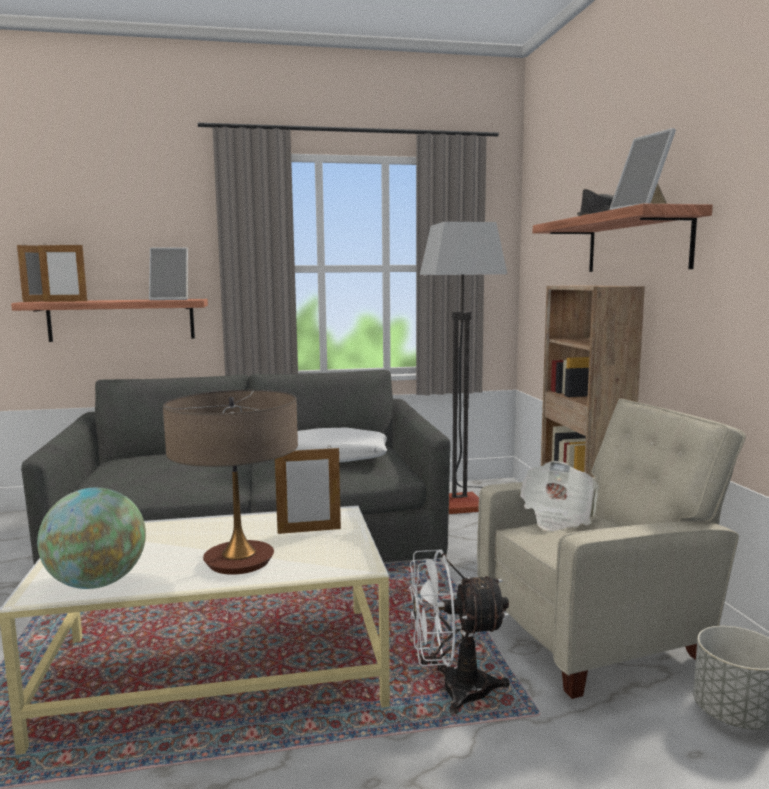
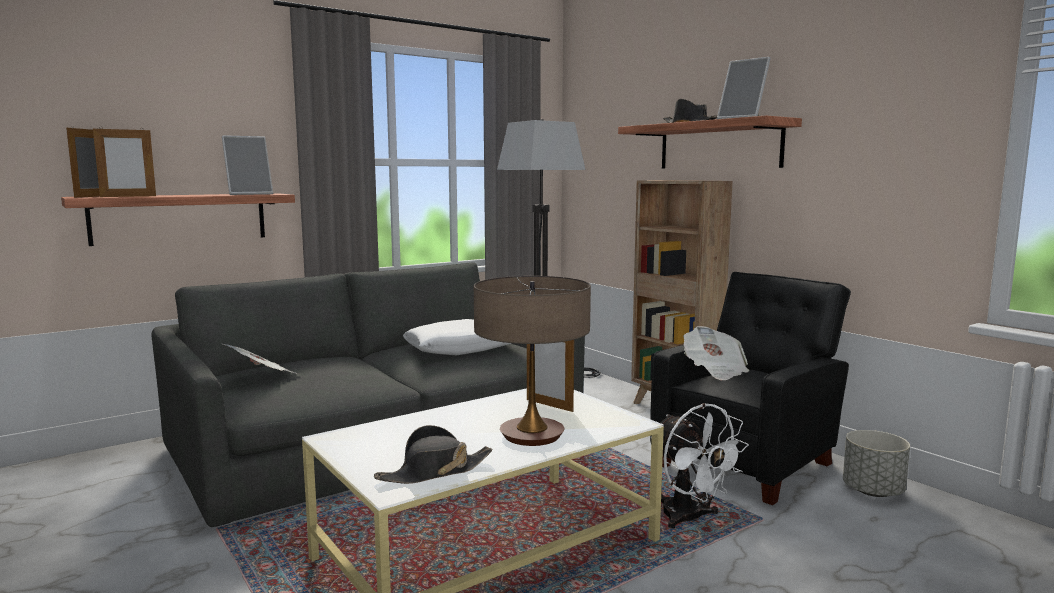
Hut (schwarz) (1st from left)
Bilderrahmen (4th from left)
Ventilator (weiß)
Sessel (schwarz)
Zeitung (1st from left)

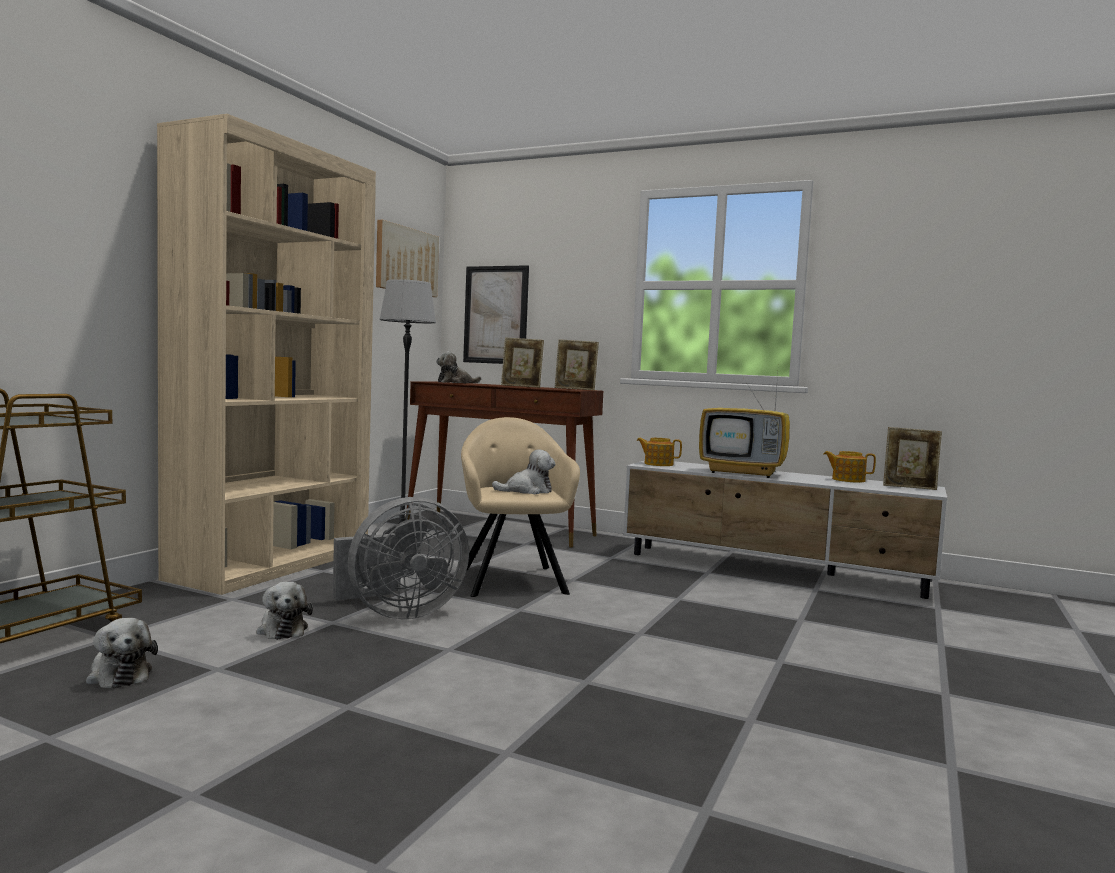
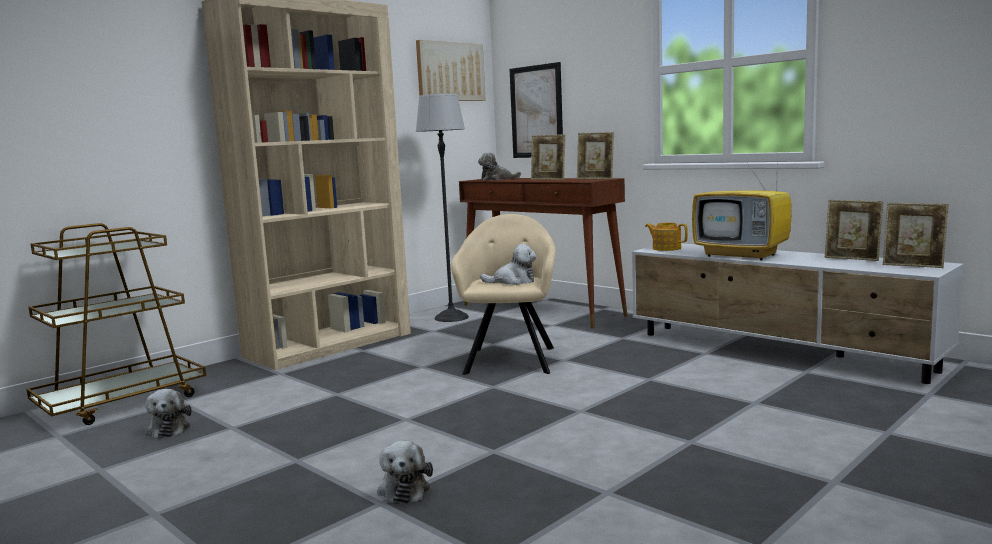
Plüschtier (2nd from left)
Ventilator (grau)
Bilderrahmen (3rd from left)

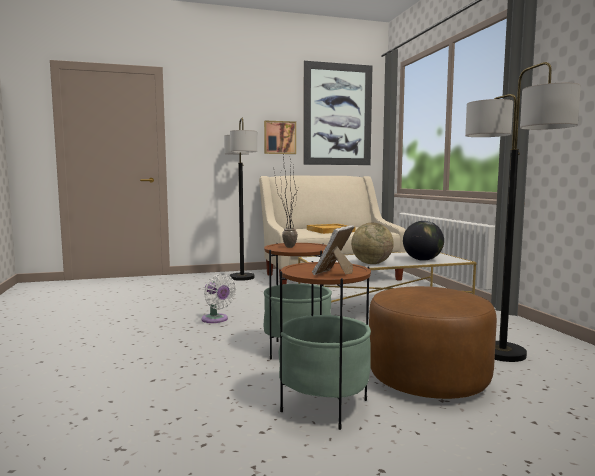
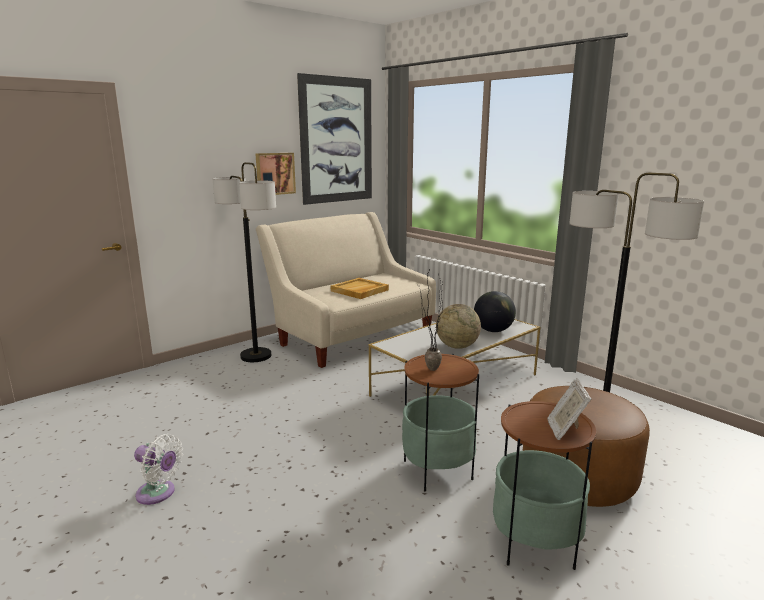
Ventilator (weiß)

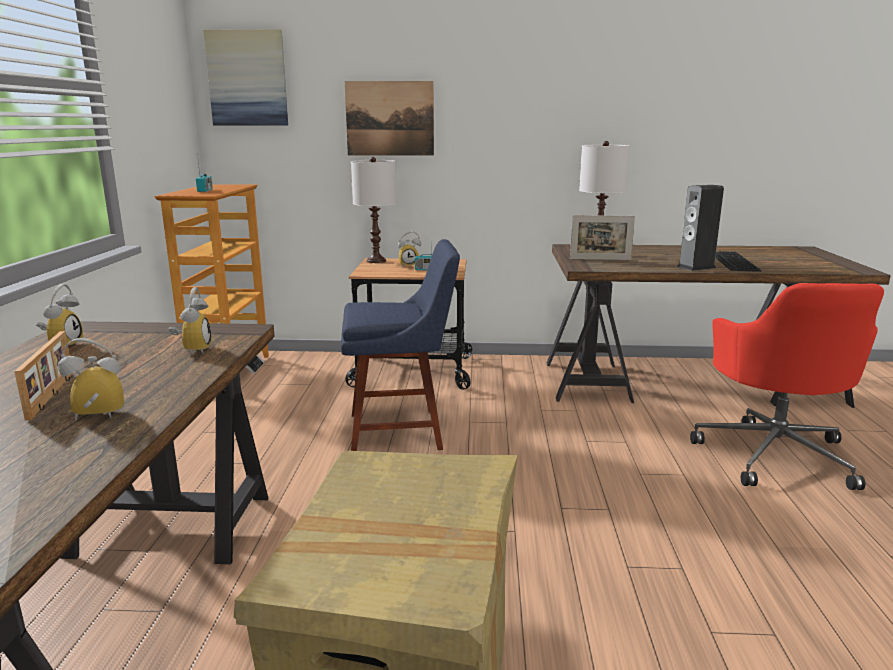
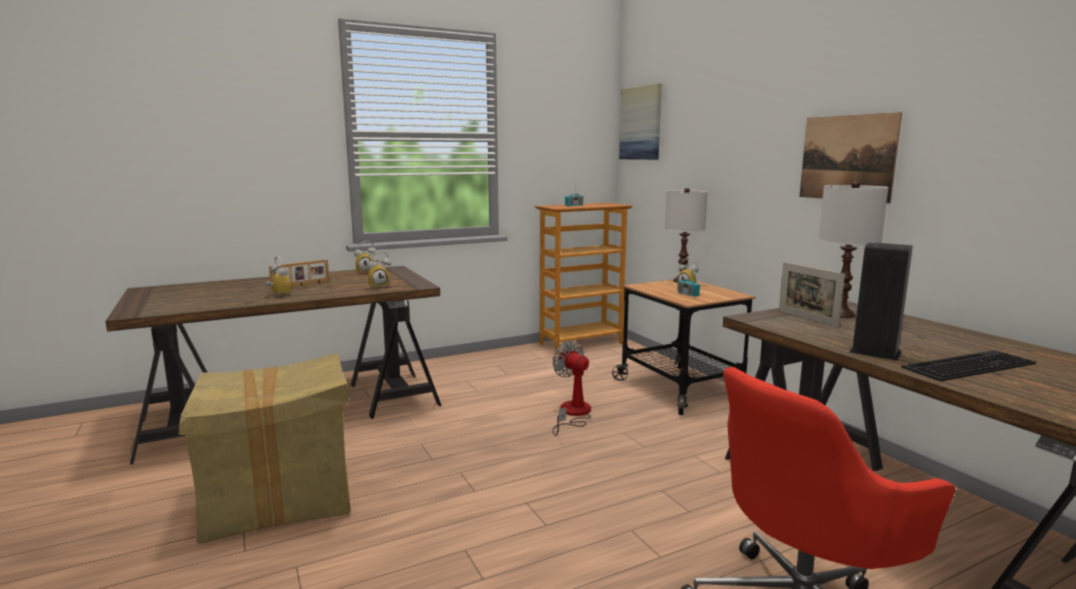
Ventilator
Bild (2nd from left)

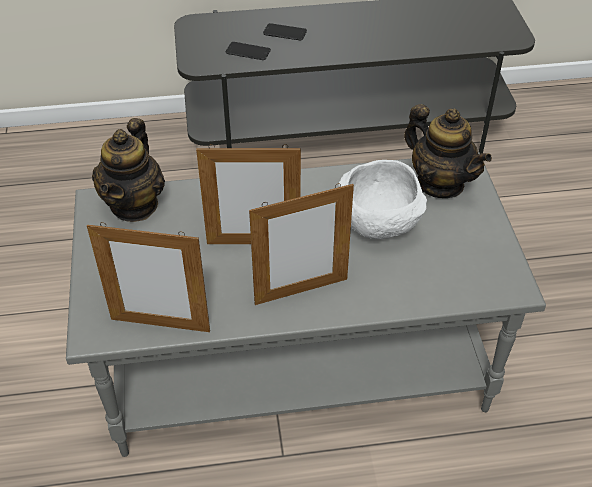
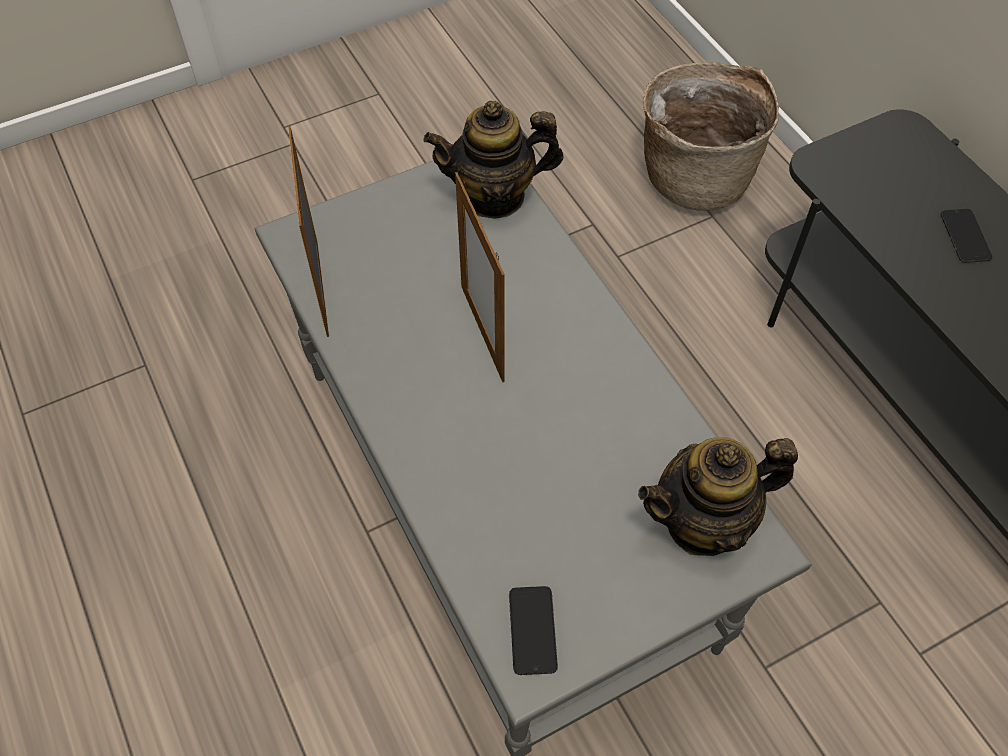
Handy (1st from left)
Bilderrahmen (3rd from left in the first image)
Schüssel (weiß)
Teekanne (2nd from left)
Korb

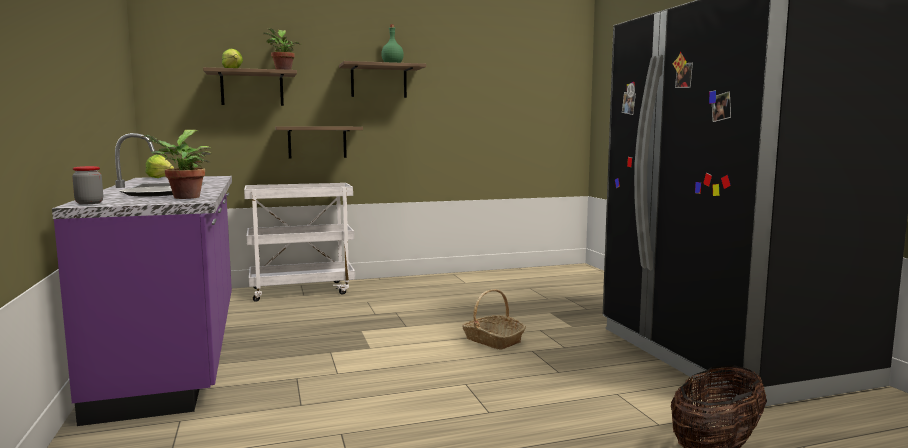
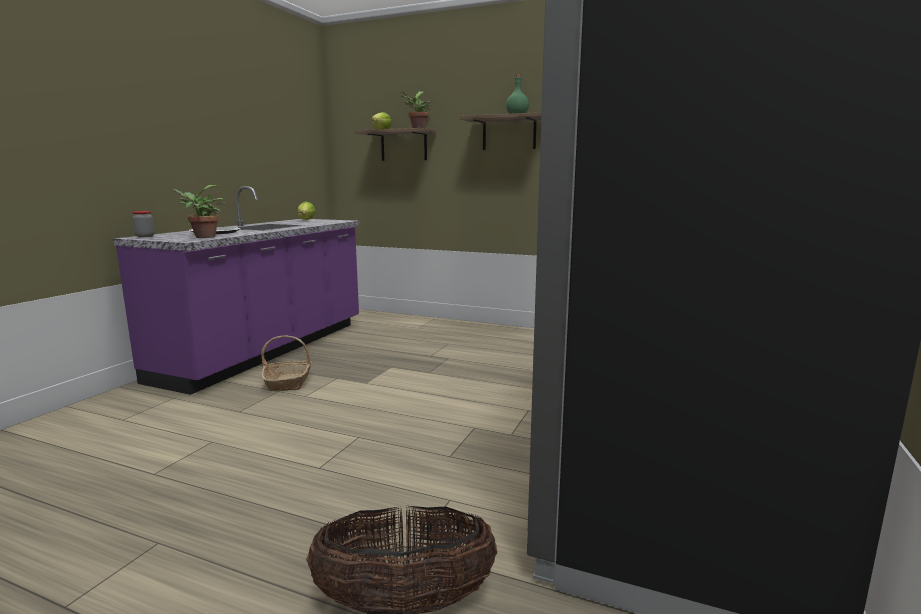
Rollwagen (weiß)
Wandregal (2nd from left in the first image)
Korb (1st from left)

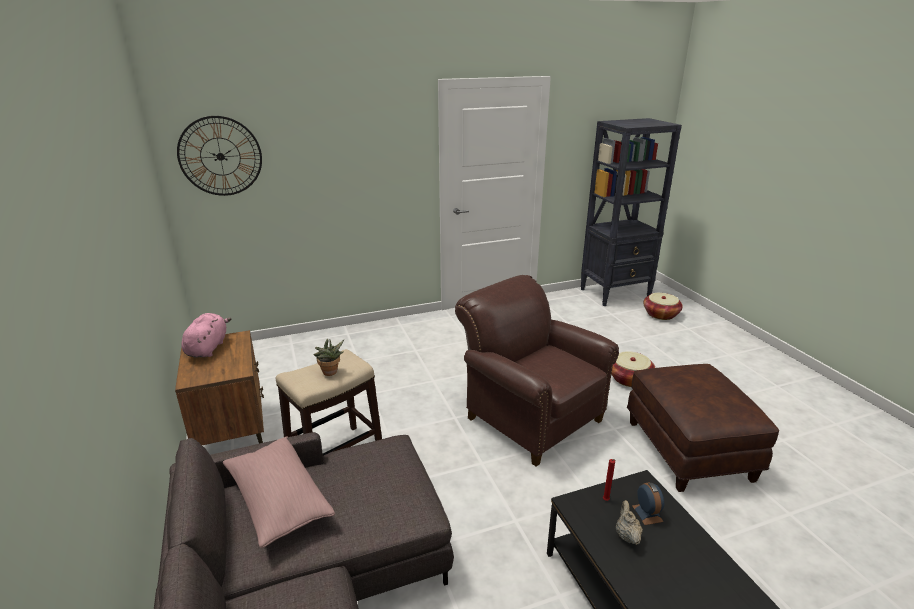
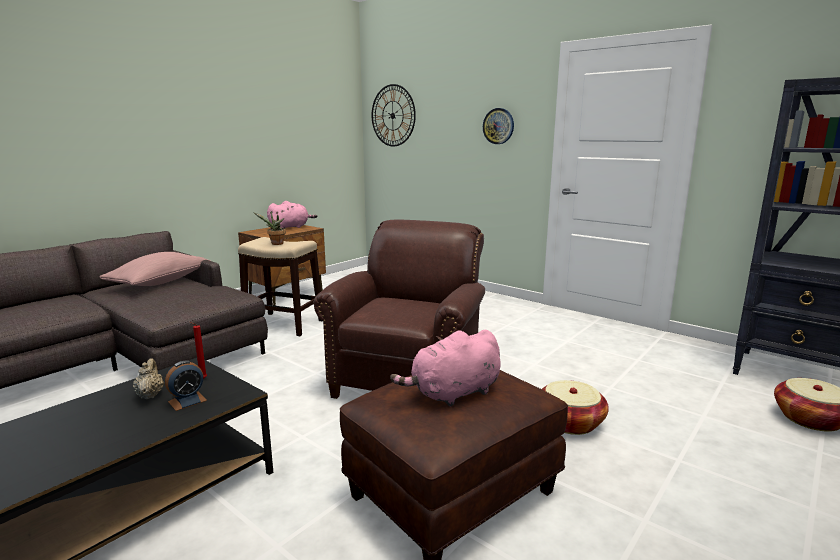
Teekanne (beige)
Plüschtier (rosa) (2nd from left)
Wanduhr (2nd from left)

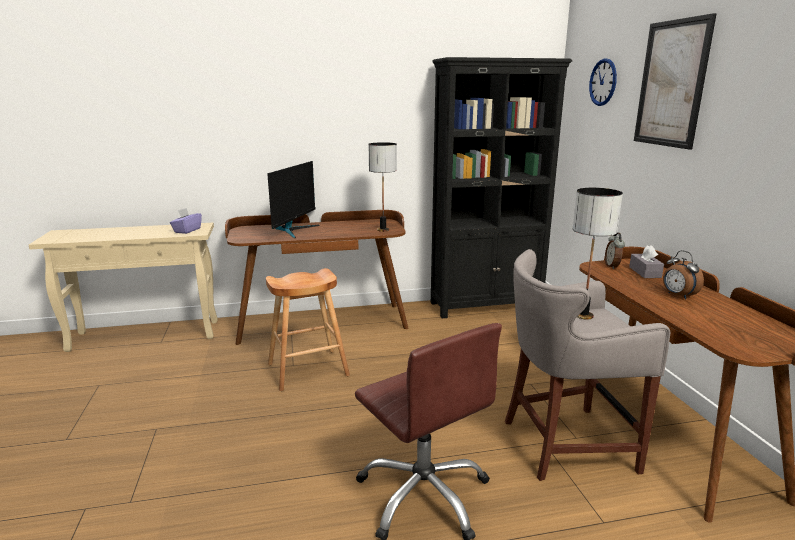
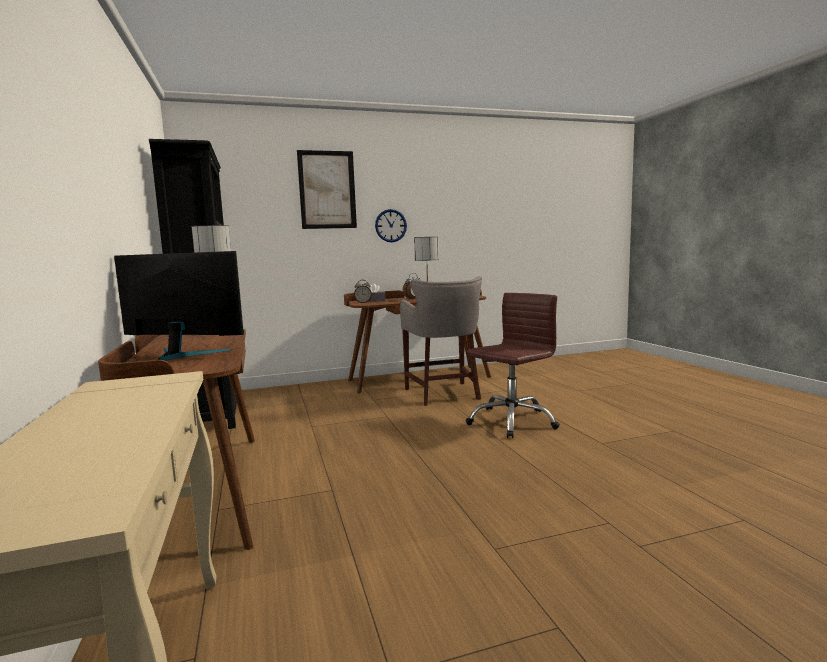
Taschentuchbox (lila)
Hocker (braun)
Wanduhr

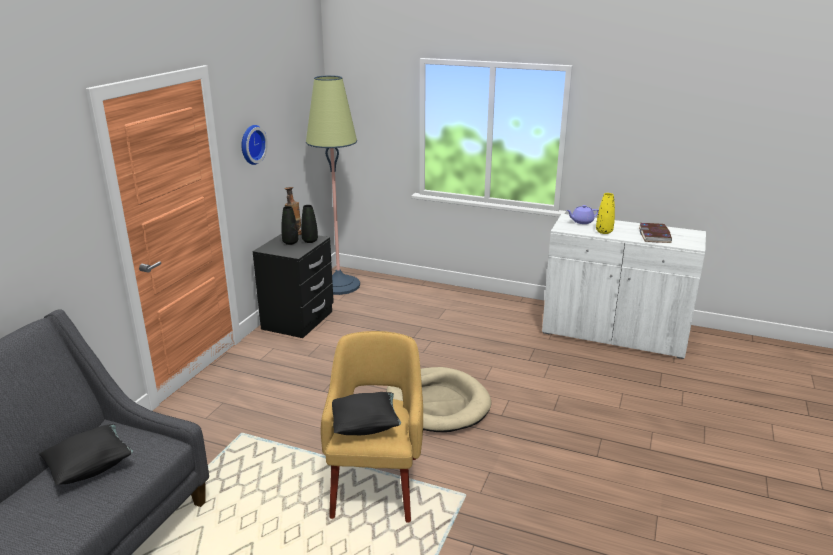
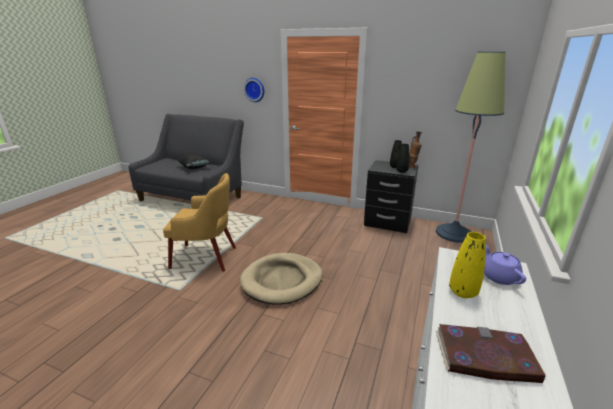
Wanduhr
Kissen (schwarz) (2nd from left in the first image)

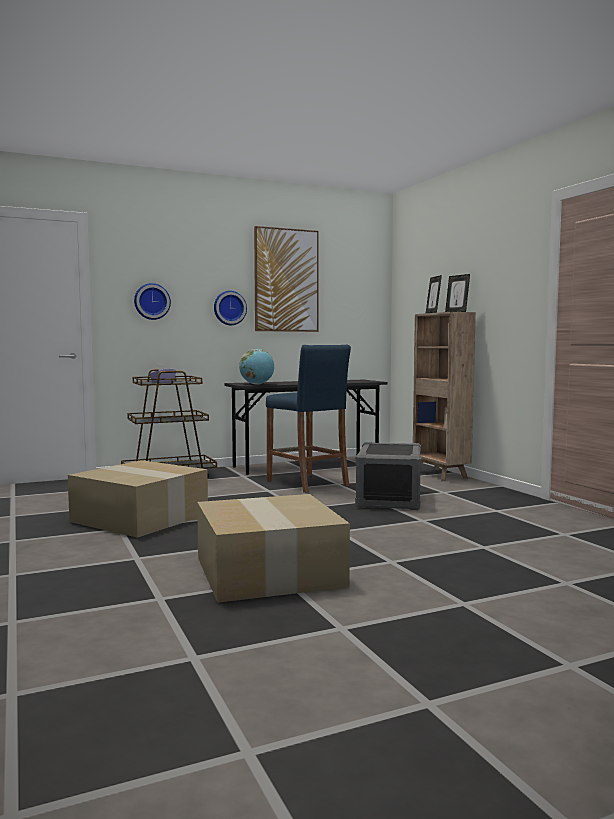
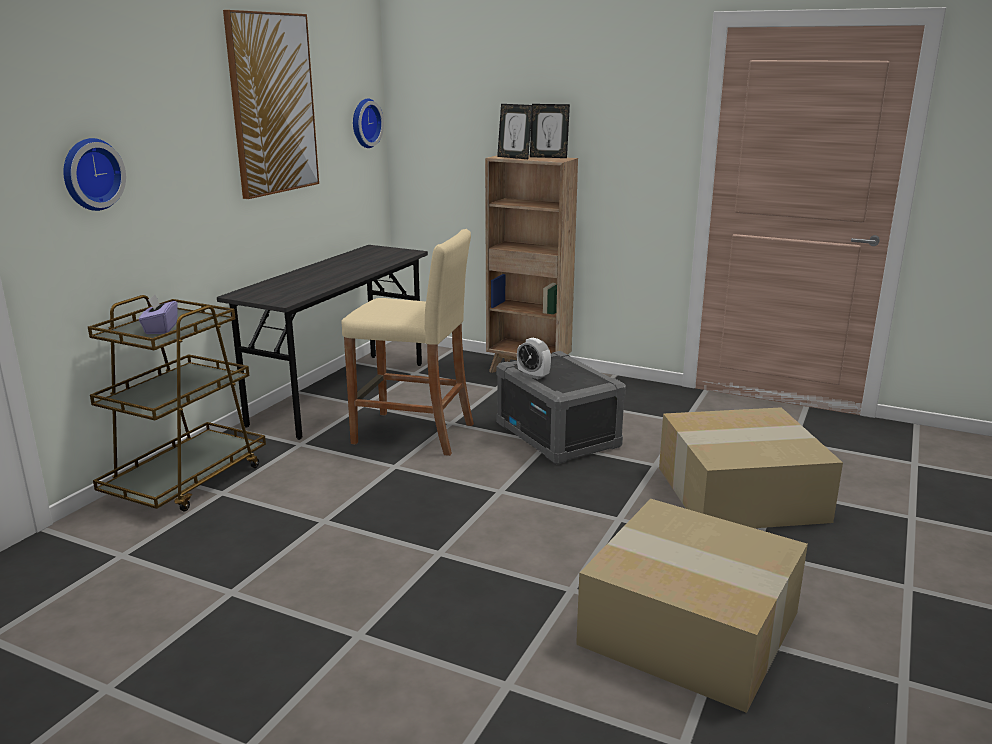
Karton (2nd from left)
Wanduhr (2nd from left)
Globus
Hocker (beige)
Wecker

